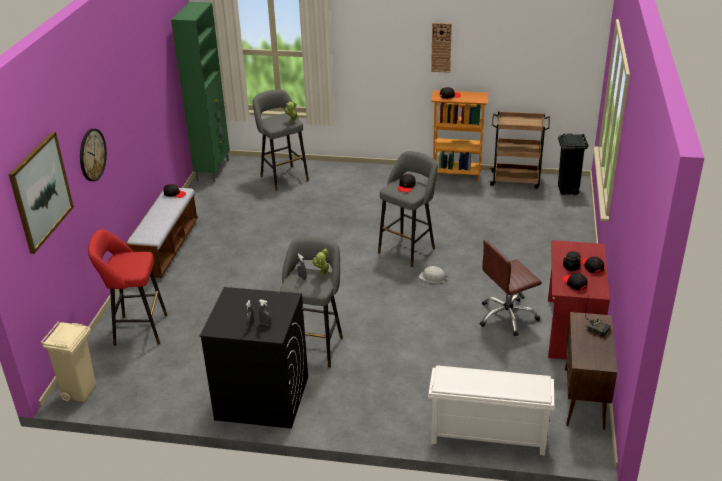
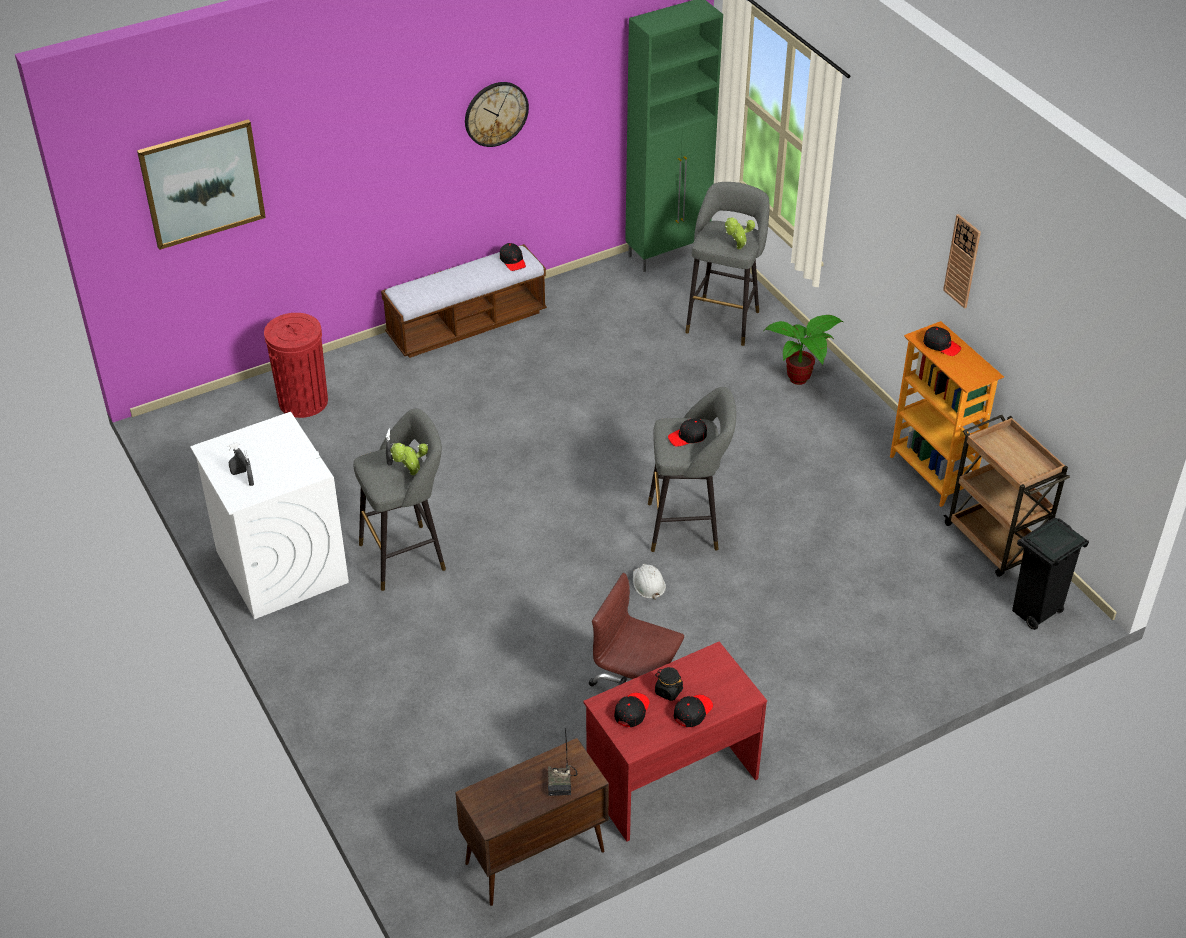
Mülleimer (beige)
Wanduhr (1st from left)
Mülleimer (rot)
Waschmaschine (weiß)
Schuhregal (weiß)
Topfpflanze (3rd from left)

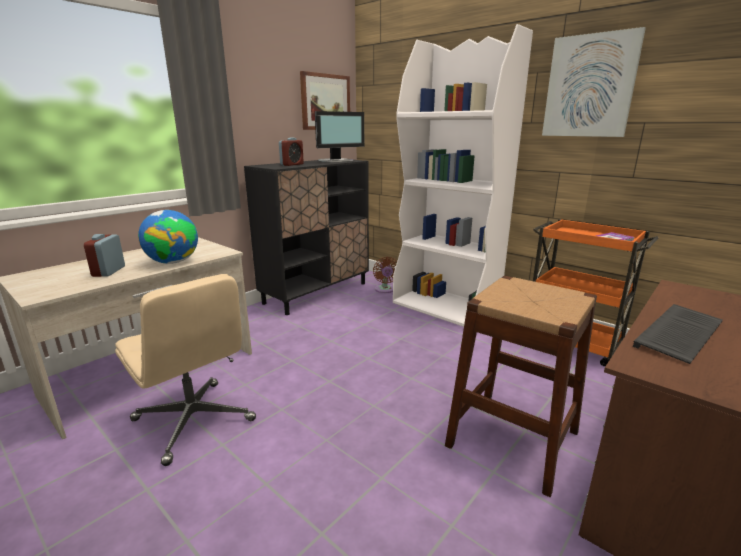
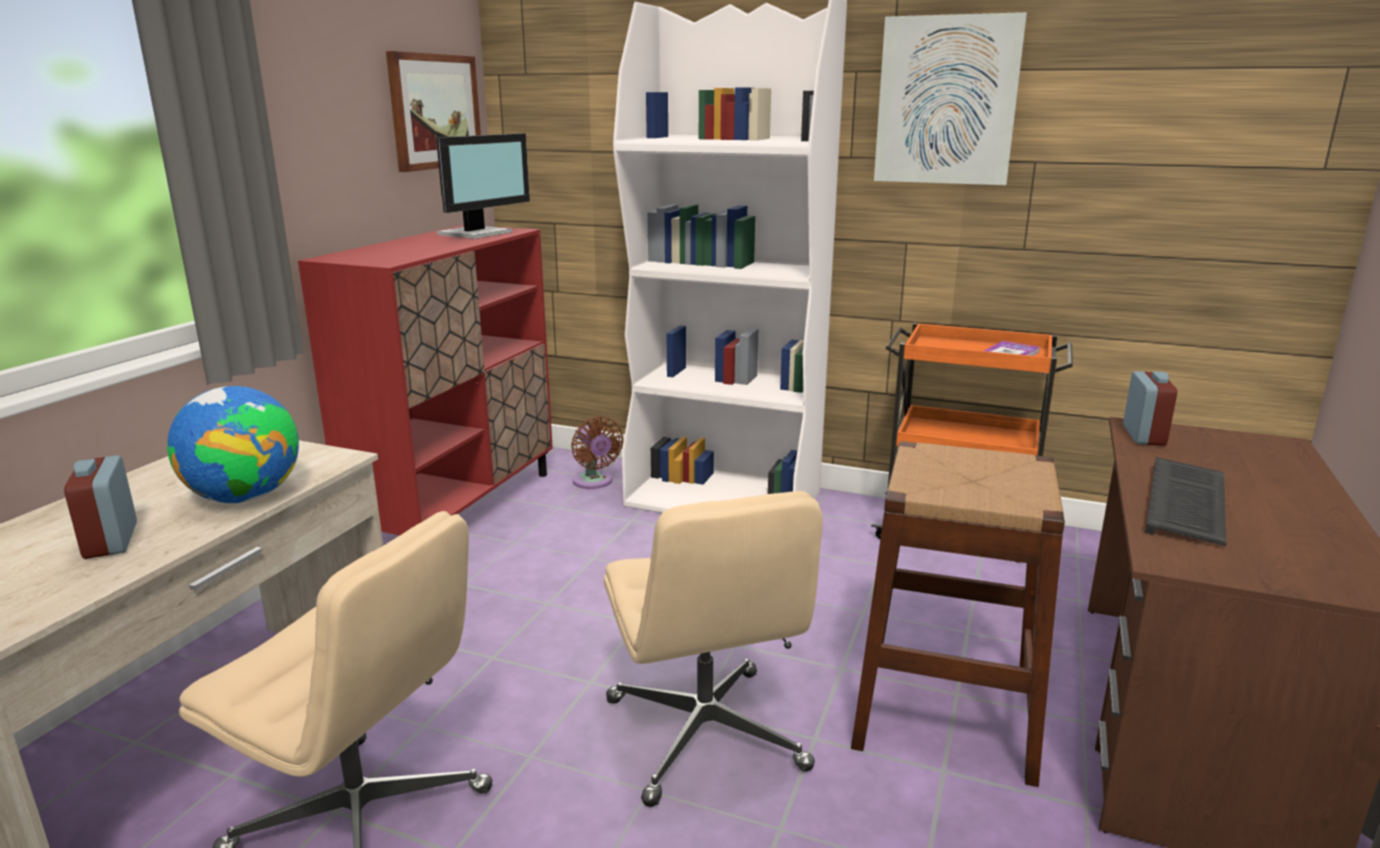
Schrank (rot)
Wecker (2nd from left)
Bürostuhl (beige) (2nd from left)

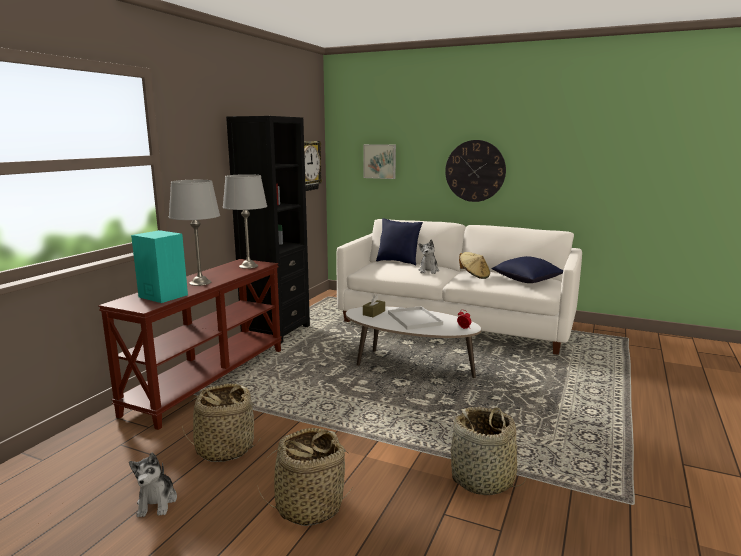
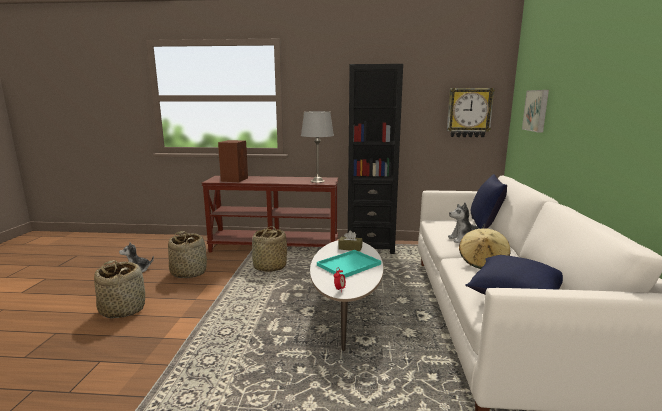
Lautsprecher (braun)
Tischlampe (grau) (1st from left in the first image)
Tablett (türkis)
Wanduhr (2nd from left in the first image)
Korb (3rd from left)

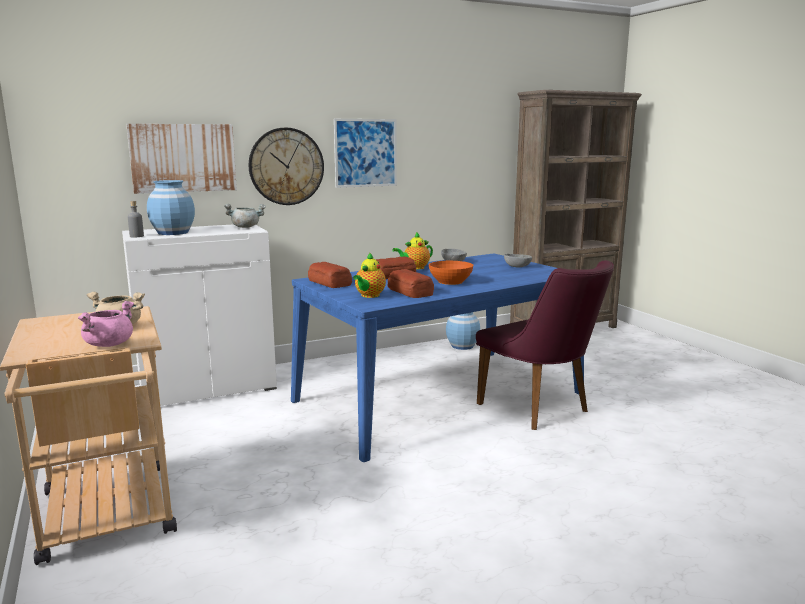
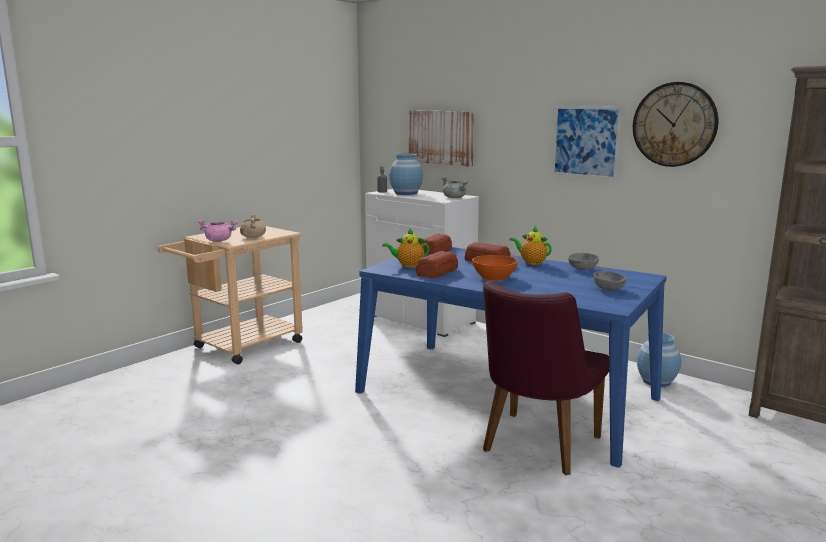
Wanduhr

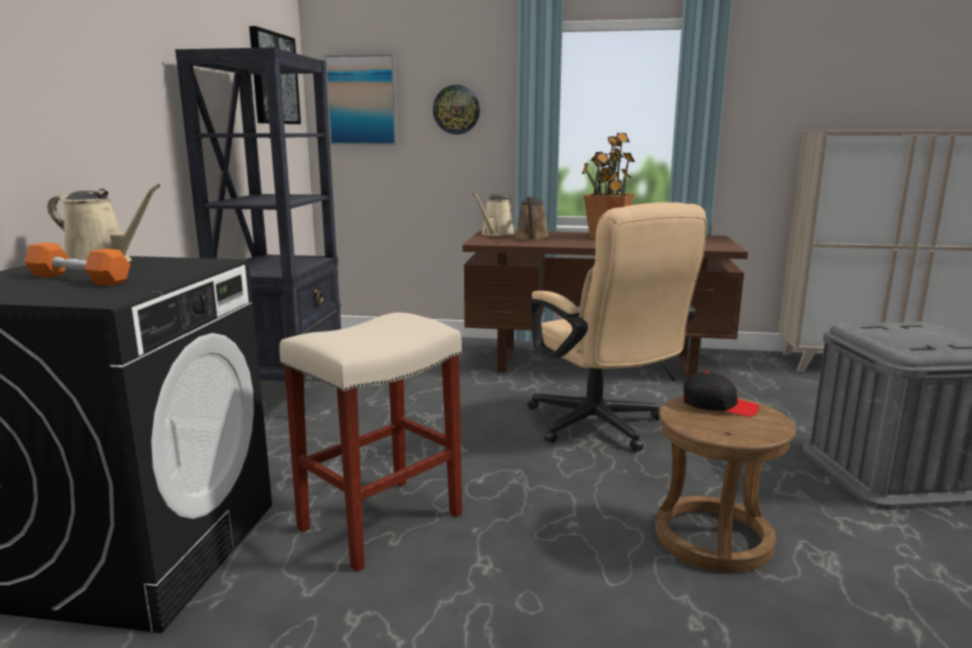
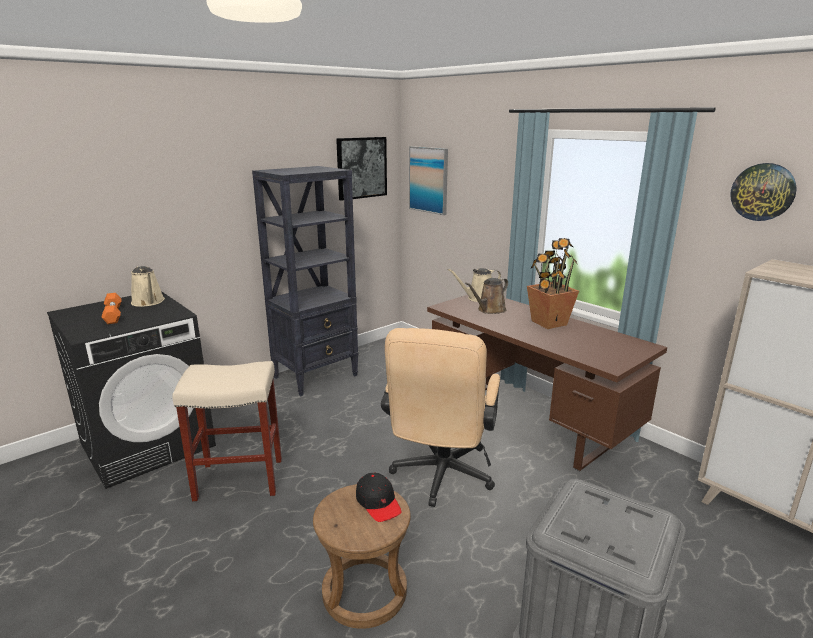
Wanduhr

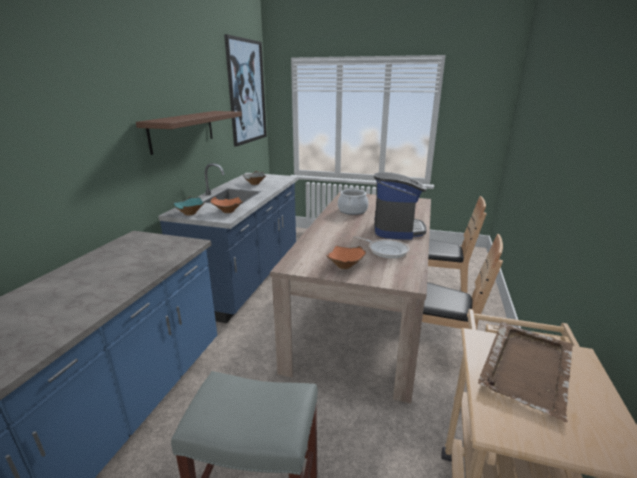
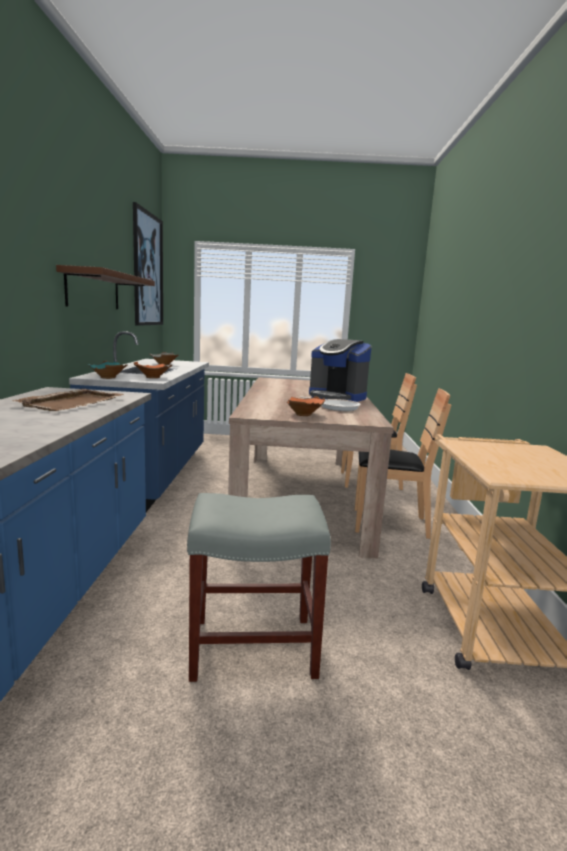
Kochtopf
Kaffeemaschine
Tablett (braun)

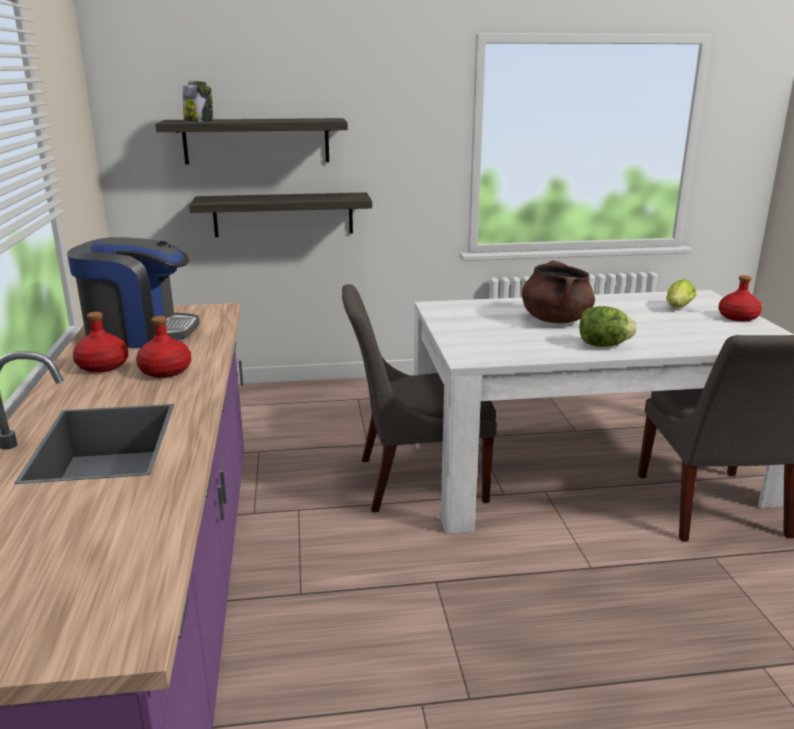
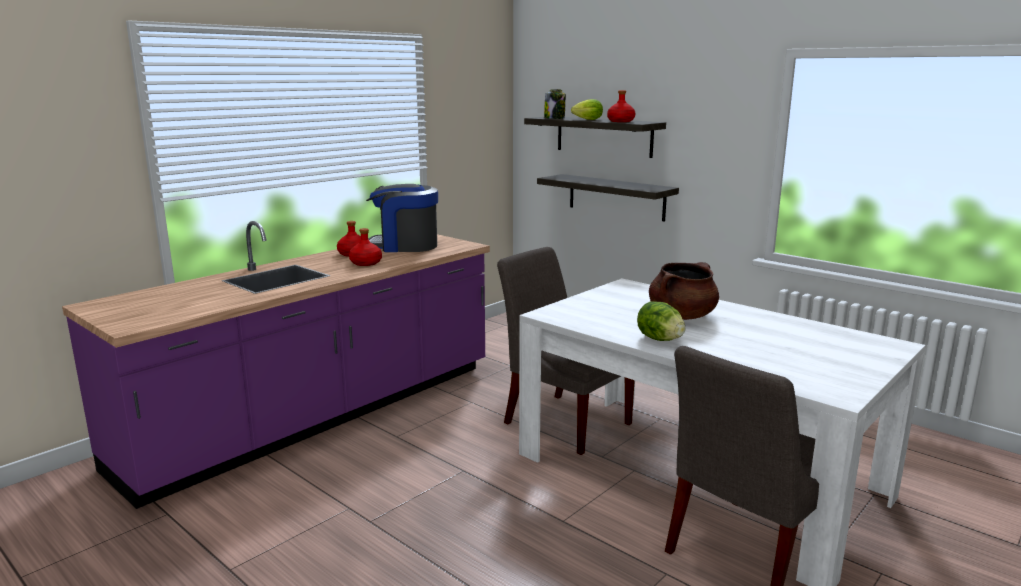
Kaffeemaschine
Salatkopf (1st from left)
Flasche (rot) (3rd from left)

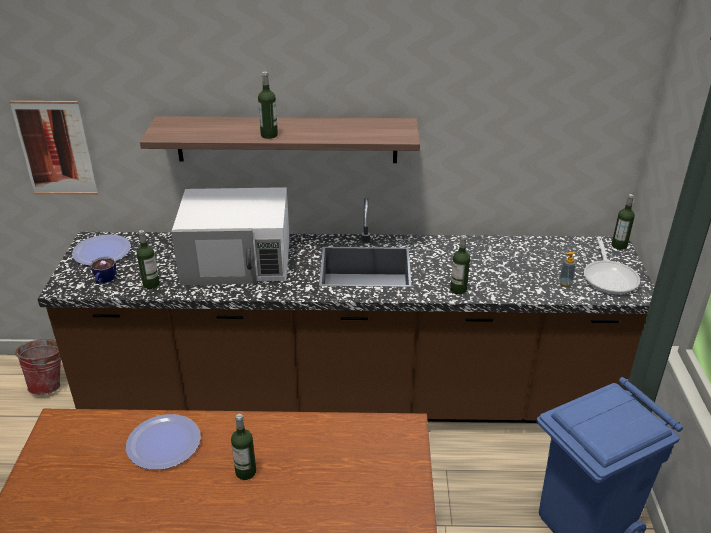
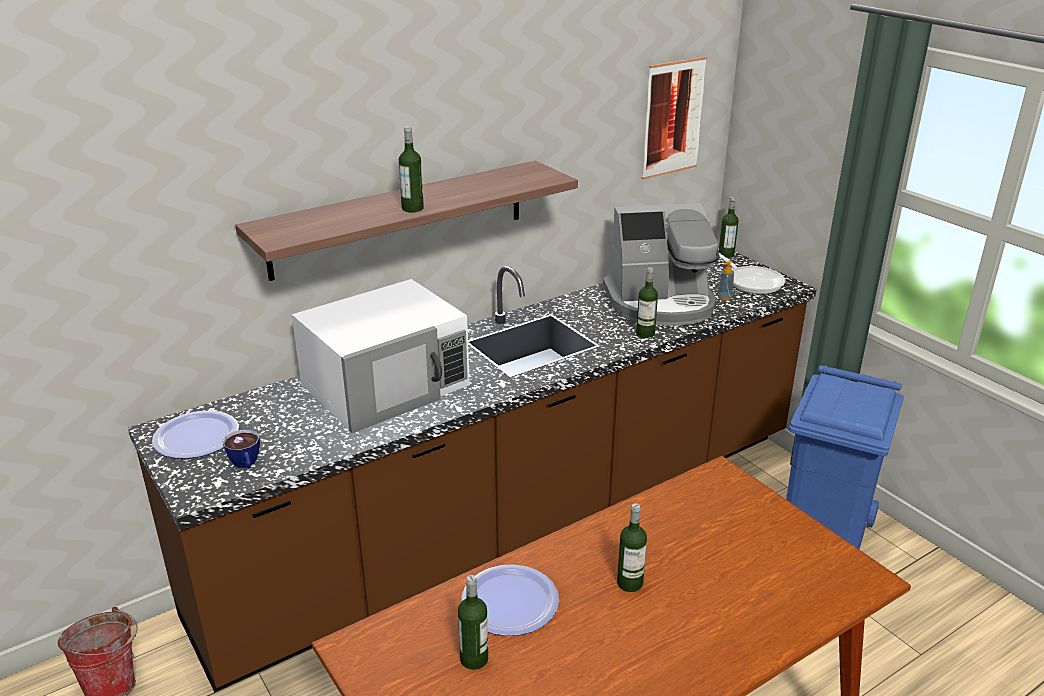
Bild
Flasche (2nd from left)
Kaffeemaschine

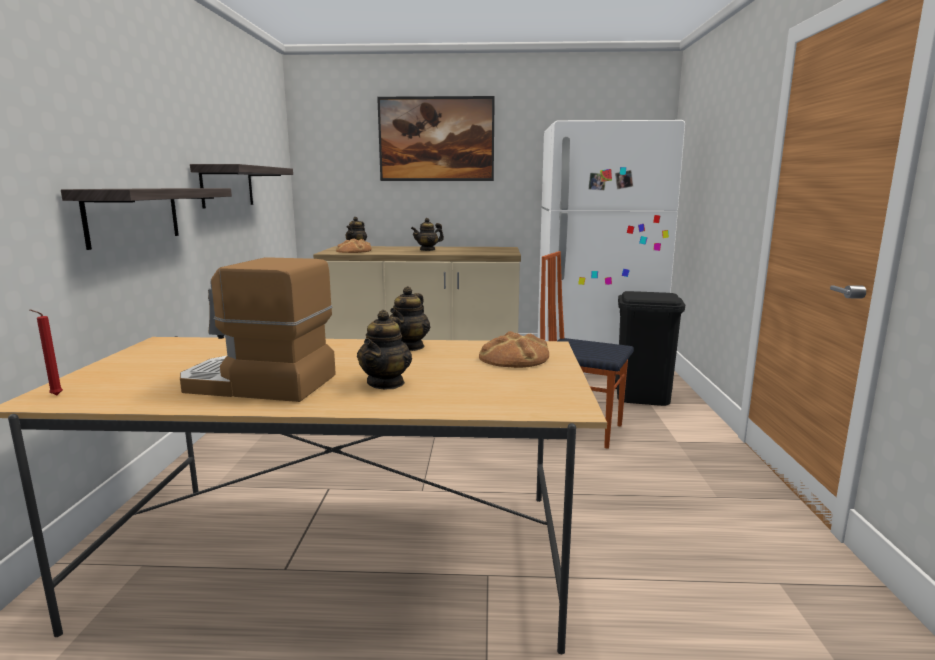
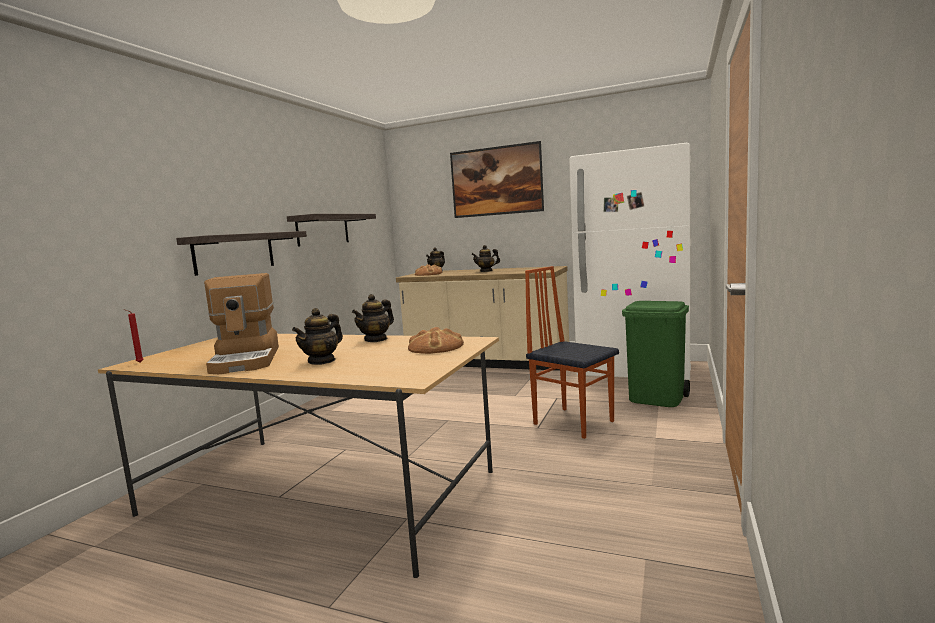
Kaffeemaschine
Mülleimer (grün)

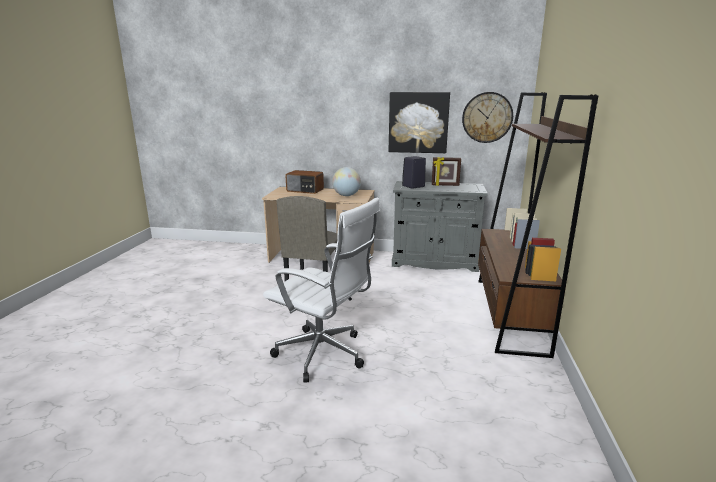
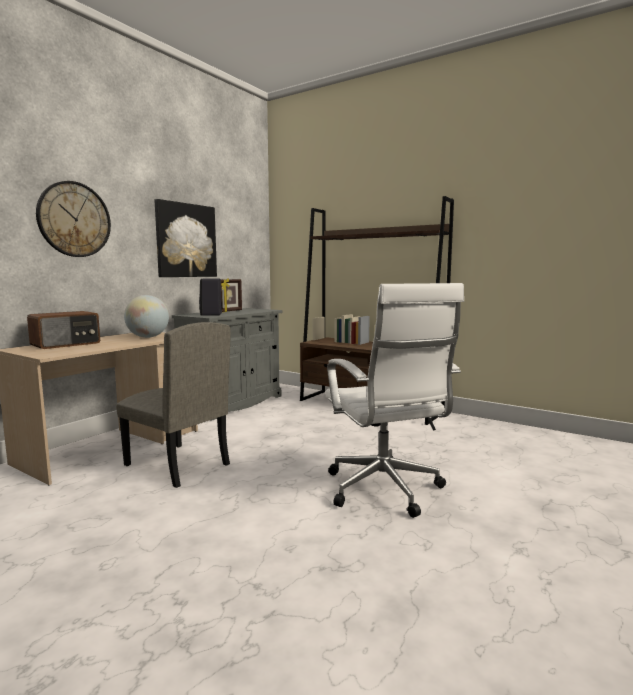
Bürostuhl (weiß)
Wanduhr

